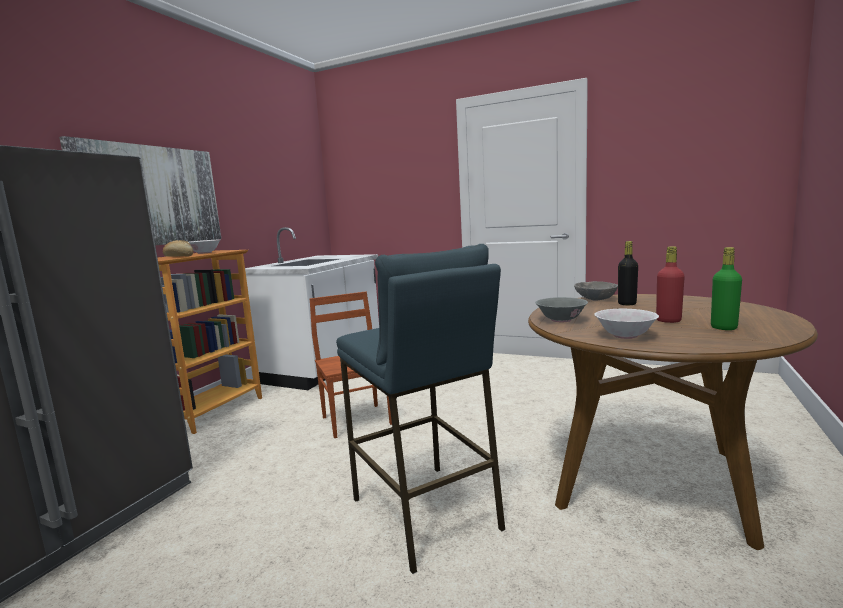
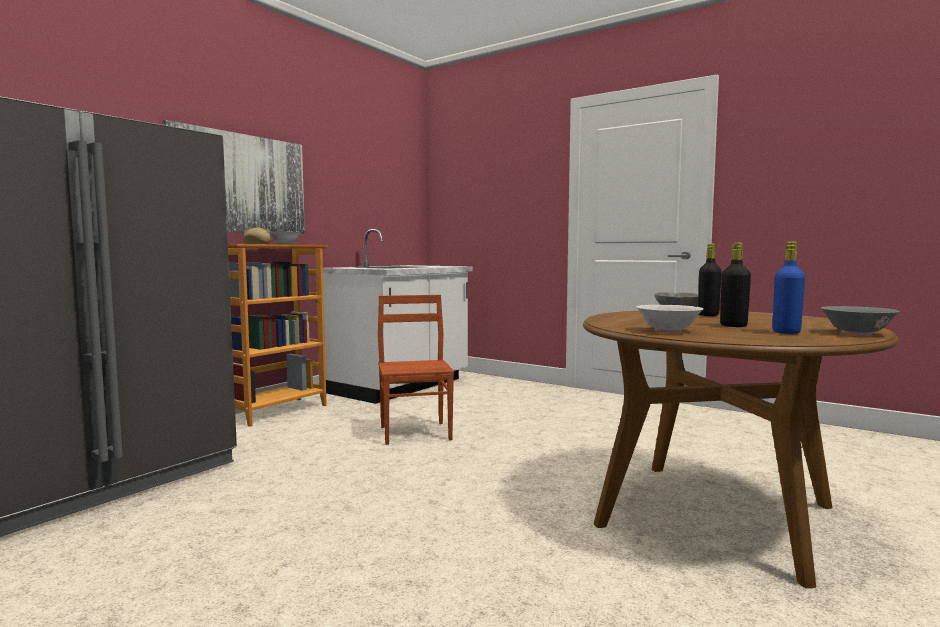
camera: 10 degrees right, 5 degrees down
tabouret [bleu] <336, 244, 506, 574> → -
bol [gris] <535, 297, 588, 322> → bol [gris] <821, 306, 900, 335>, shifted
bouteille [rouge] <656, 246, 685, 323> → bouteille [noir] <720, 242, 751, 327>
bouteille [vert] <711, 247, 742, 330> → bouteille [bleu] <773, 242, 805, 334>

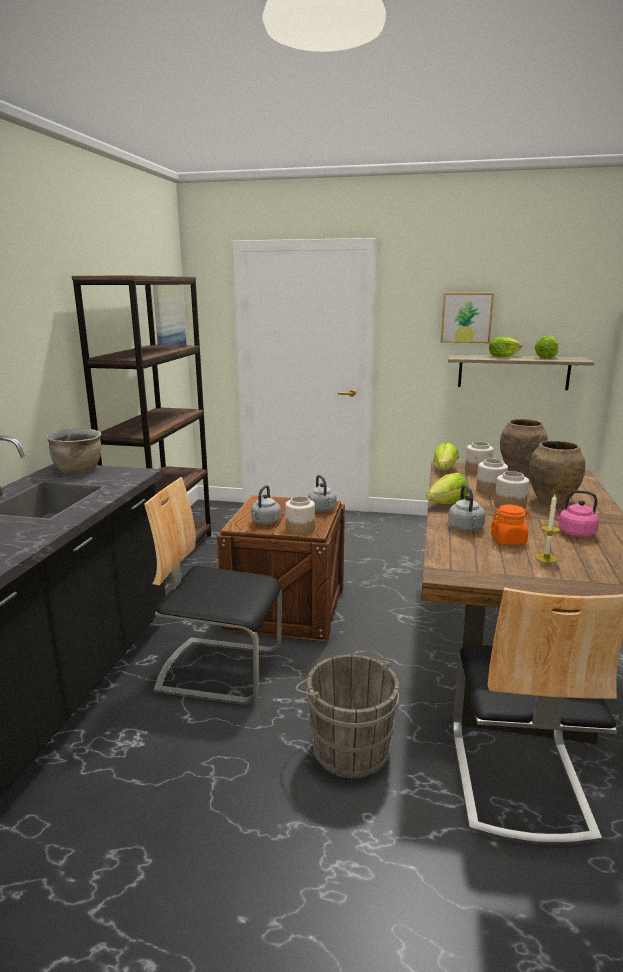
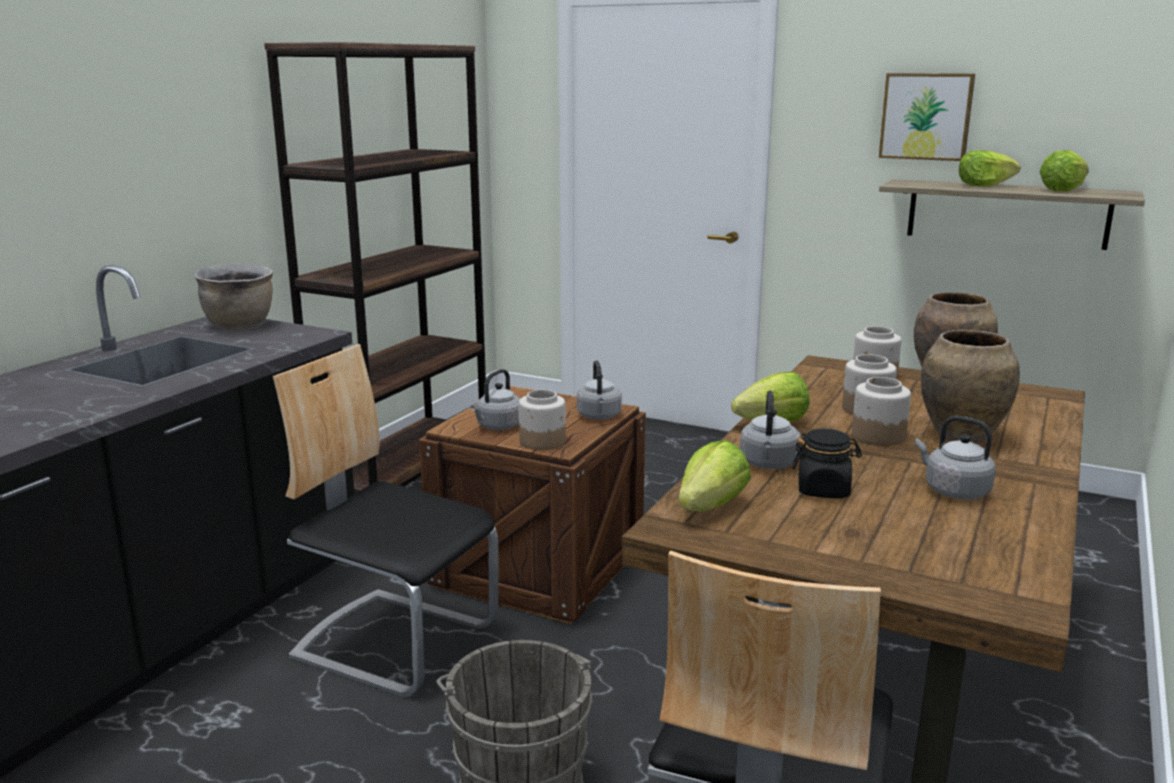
camera: 15 degrees right, 0 degrees up
tableau <153, 285, 187, 345> → -
bougie <535, 494, 560, 563> → -
laitue <433, 442, 459, 470> → laitue <679, 440, 751, 511>, shifted
bocal [orange] <490, 504, 531, 545> → bocal [noir] <792, 429, 862, 498>
bouilloire [rose] <550, 490, 599, 537> → bouilloire [gris] <915, 416, 996, 499>

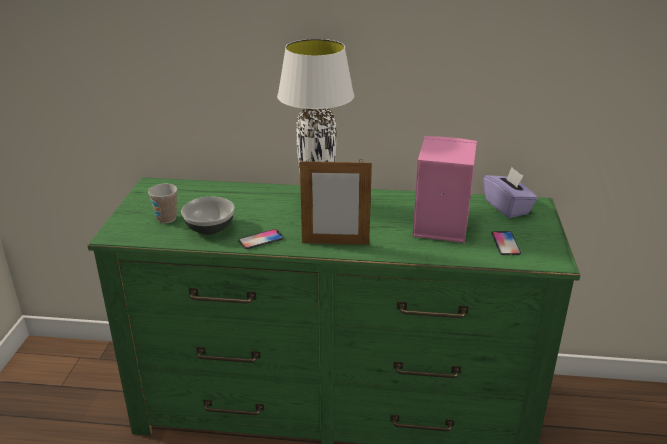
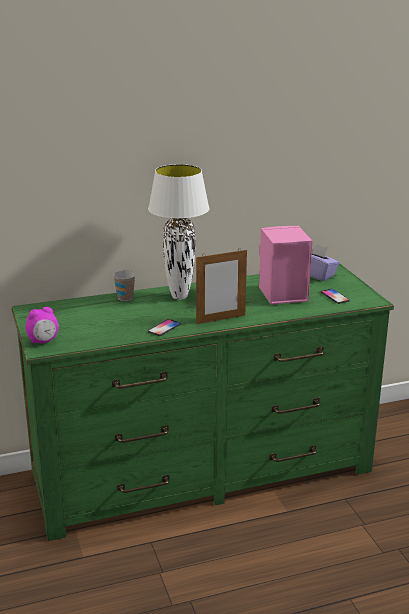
camera: 25 degrees left, 5 degrees down
bol <181, 197, 235, 235> → -
- → réveil <26, 307, 58, 344>
tasse <148, 184, 177, 223> → tasse <113, 270, 136, 301>, shifted

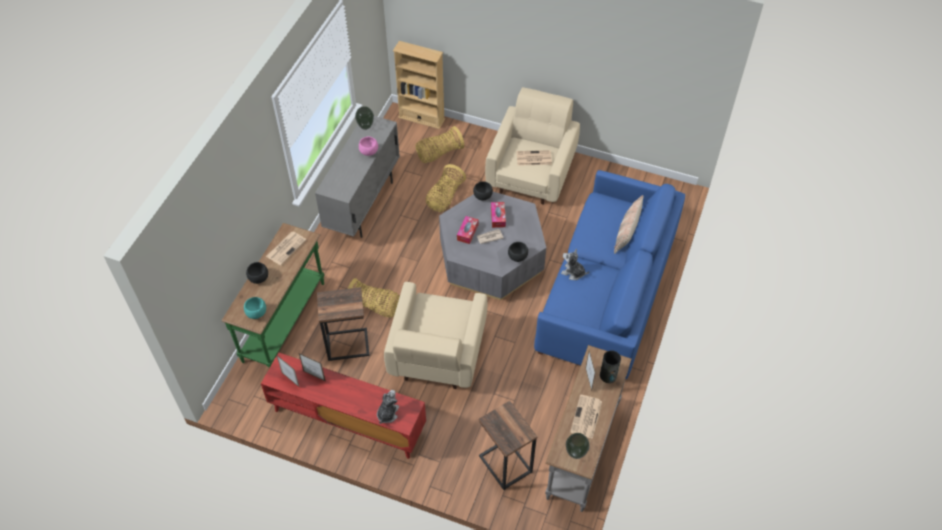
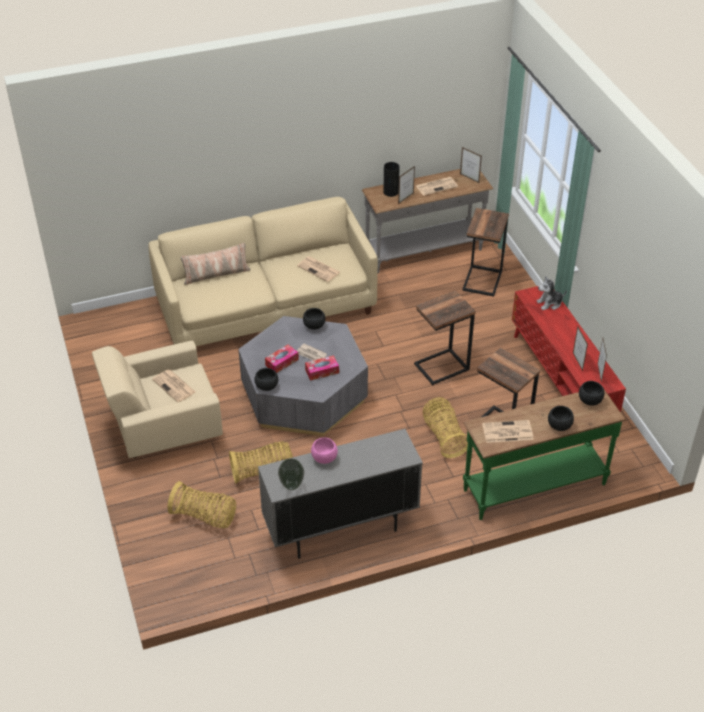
camera: 130 degrees left, 10 degrees down
bibliothèque [beige] <393, 41, 445, 129> → -
peluche <561, 249, 589, 280> → -
- → journal <297, 256, 340, 282>
fauteuil [beige] <384, 282, 487, 389> → table d'appoint <414, 291, 476, 385>
vase <566, 433, 590, 459> → cadre photo <460, 147, 482, 183>
bol [turquoise] <244, 297, 266, 319> → bol [noir] <579, 381, 605, 406>
canapé [bleu] <534, 170, 685, 379> → canapé [beige] <148, 197, 378, 346>

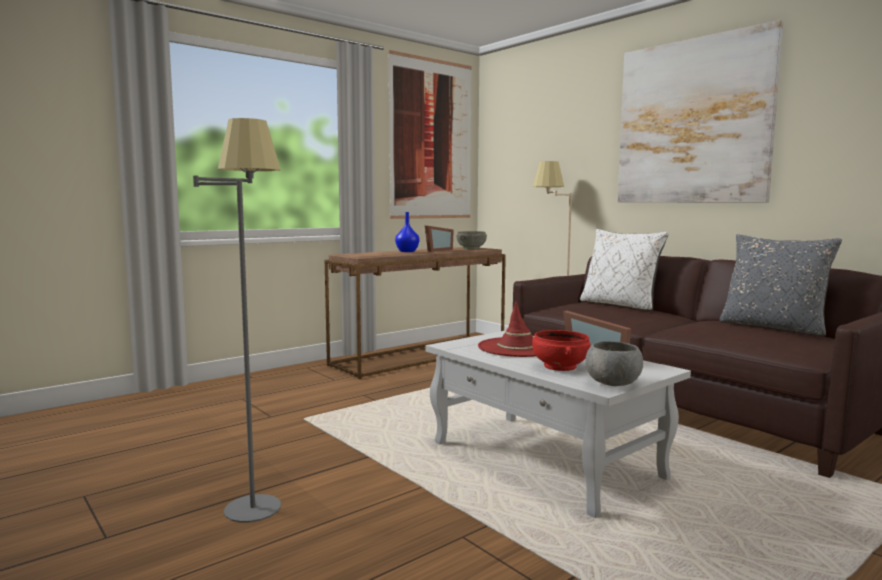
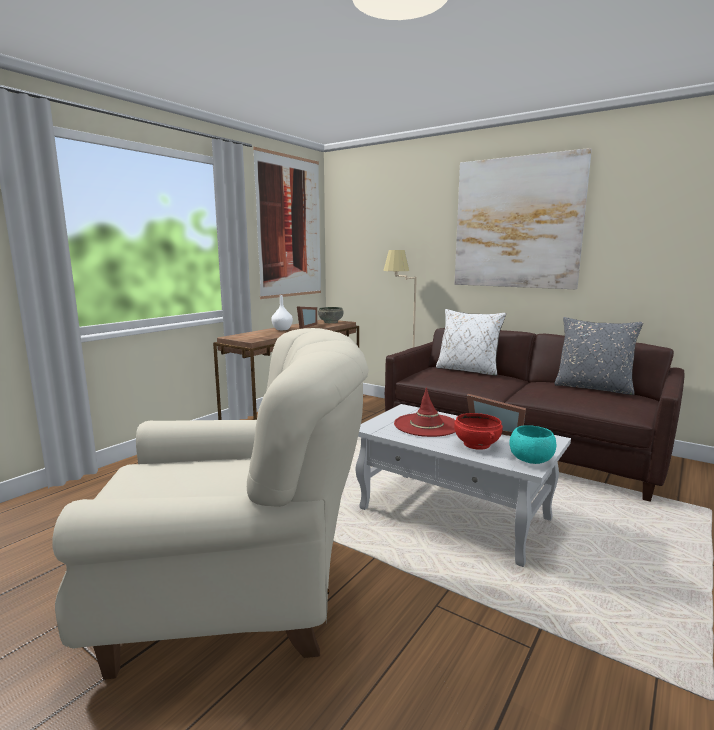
camera: 15 degrees left, 5 degrees up
lampadaire [gris] <193, 118, 281, 522> → fauteuil [beige] <52, 328, 369, 680>
vase [bleu] <395, 212, 419, 252> → vase [blanc] <271, 295, 293, 330>
bol [gris] <585, 341, 643, 386> → bol [turquoise] <509, 425, 556, 464>

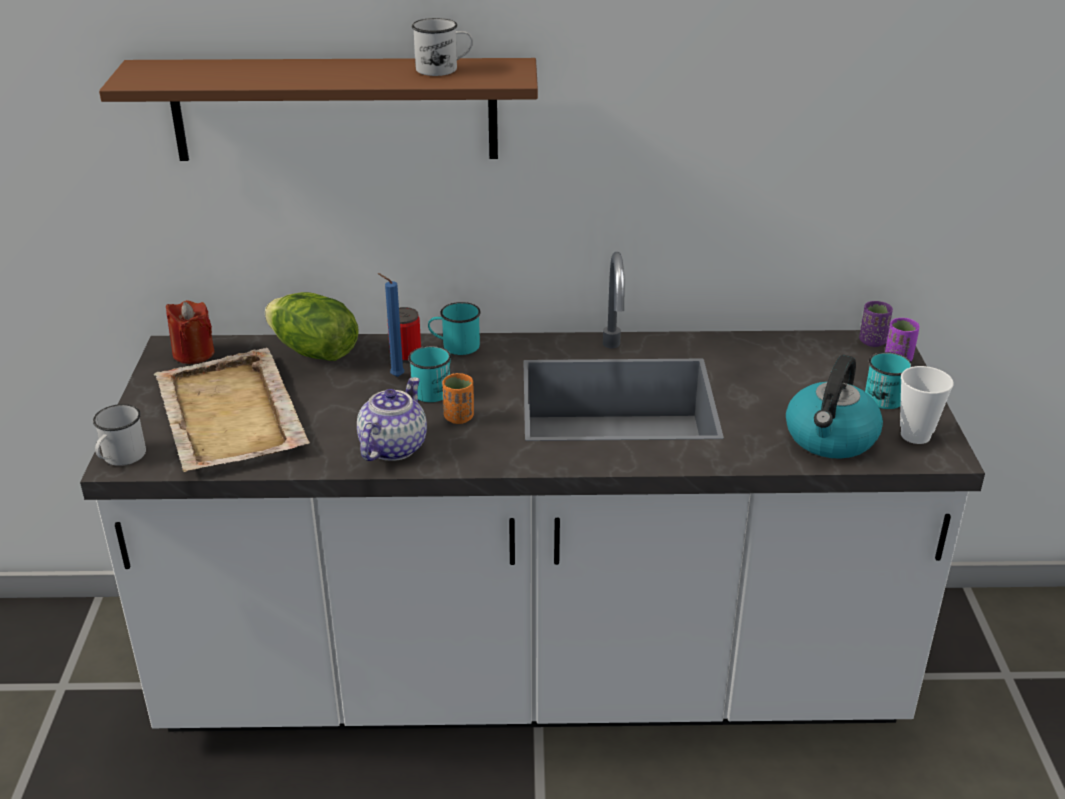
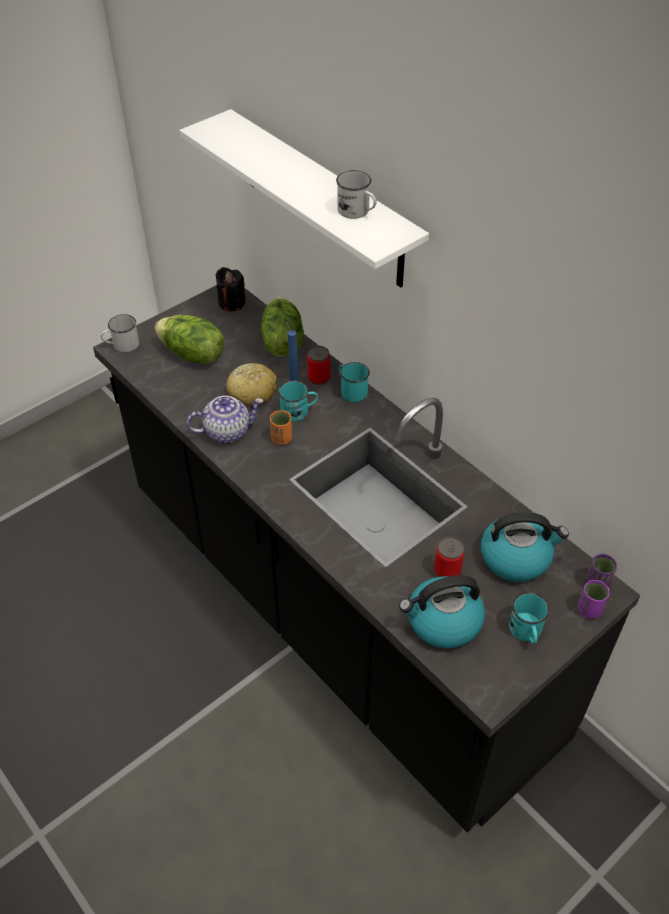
camera: 50 degrees right, 15 degrees up
tasse <900, 366, 954, 444> → -
- → pain <226, 363, 277, 406>
- → boîte métallique <434, 537, 464, 577>
- → bouilloire <481, 512, 569, 582>
plateau [beige] <153, 348, 310, 472> → laitue <155, 315, 224, 364>
comptoir de cuisine [blanc] <80, 252, 985, 732> → comptoir de cuisine [noir] <93, 285, 640, 833>
étagère [marron] <99, 58, 538, 161> → étagère [blanc] <180, 109, 429, 287>
bougie [rouge] <166, 300, 214, 364> → bougie [noir] <216, 267, 246, 312>

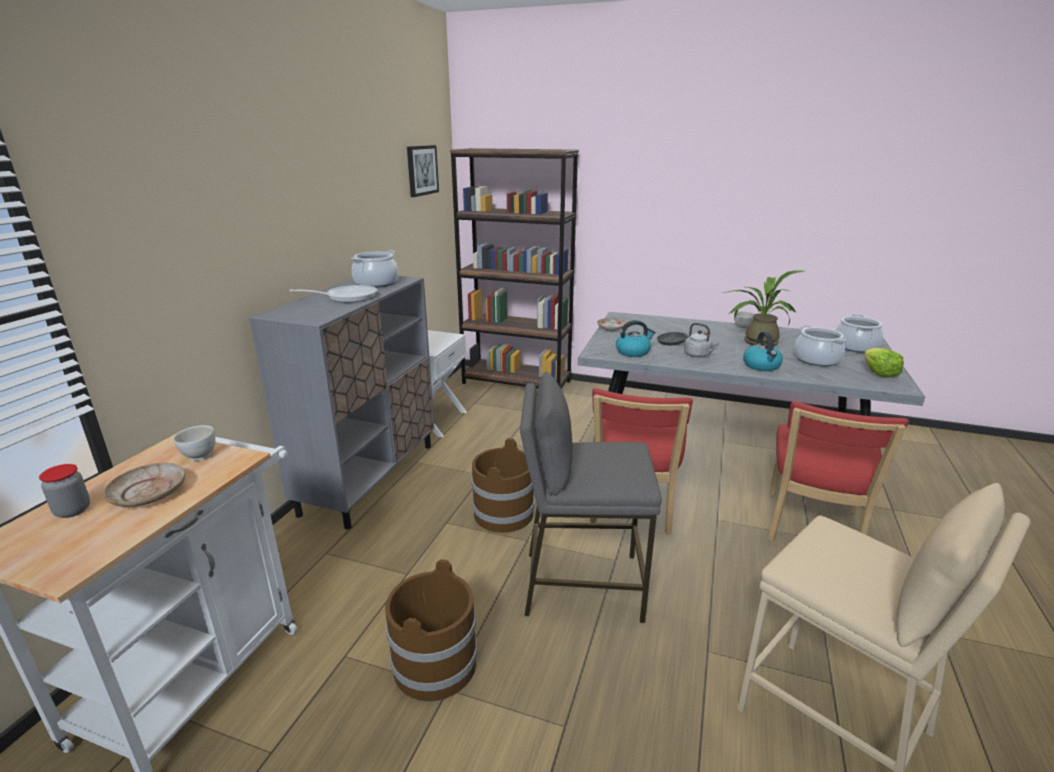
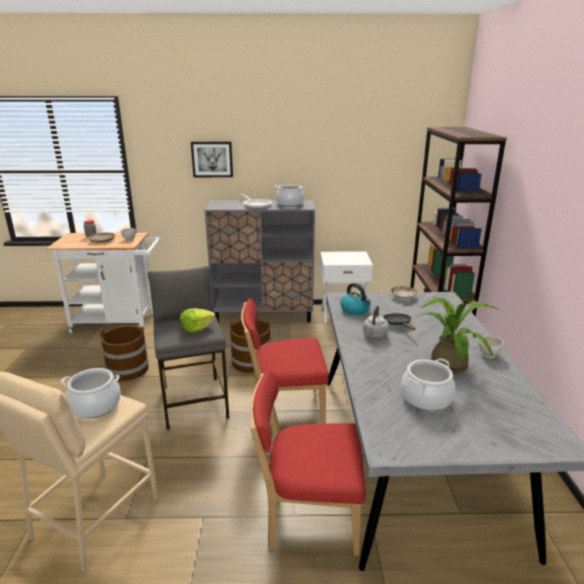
camera: 70 degrees right, 0 degrees up
bouilloire <743, 332, 783, 371> → -
tableau <407, 145, 439, 197> → tableau <191, 142, 233, 177>, shifted
marmite <835, 314, 883, 353> → marmite <61, 368, 121, 419>, shifted
laitue <864, 348, 904, 377> → laitue <180, 308, 215, 333>, shifted

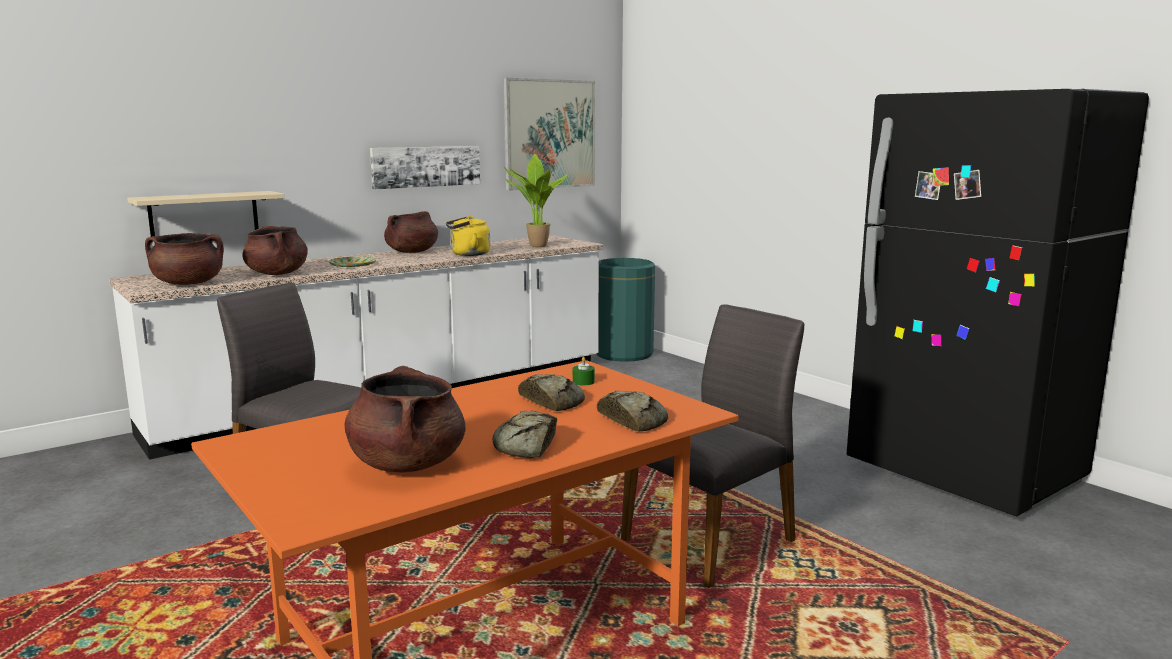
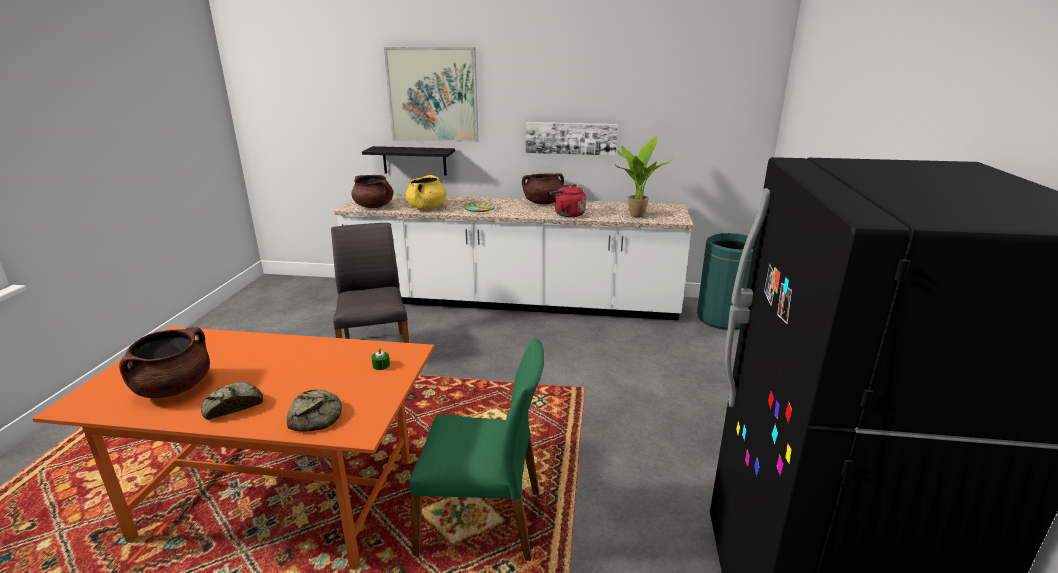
camera: 45 degrees right, 10 degrees up
pain <518, 374, 585, 411> → -
tableau <503, 78, 595, 191> → tableau <384, 47, 479, 143>, shifted
étagère [beige] <127, 191, 285, 237> → étagère [noir] <362, 146, 455, 175>
marmite [marron] <242, 226, 308, 275> → marmite [jaune] <406, 175, 446, 210>
bouilloire [jaune] <446, 216, 490, 256> → bouilloire [rouge] <550, 184, 586, 217>
chaise [gris] <621, 304, 804, 588> → chaise [vert] <409, 338, 544, 561>

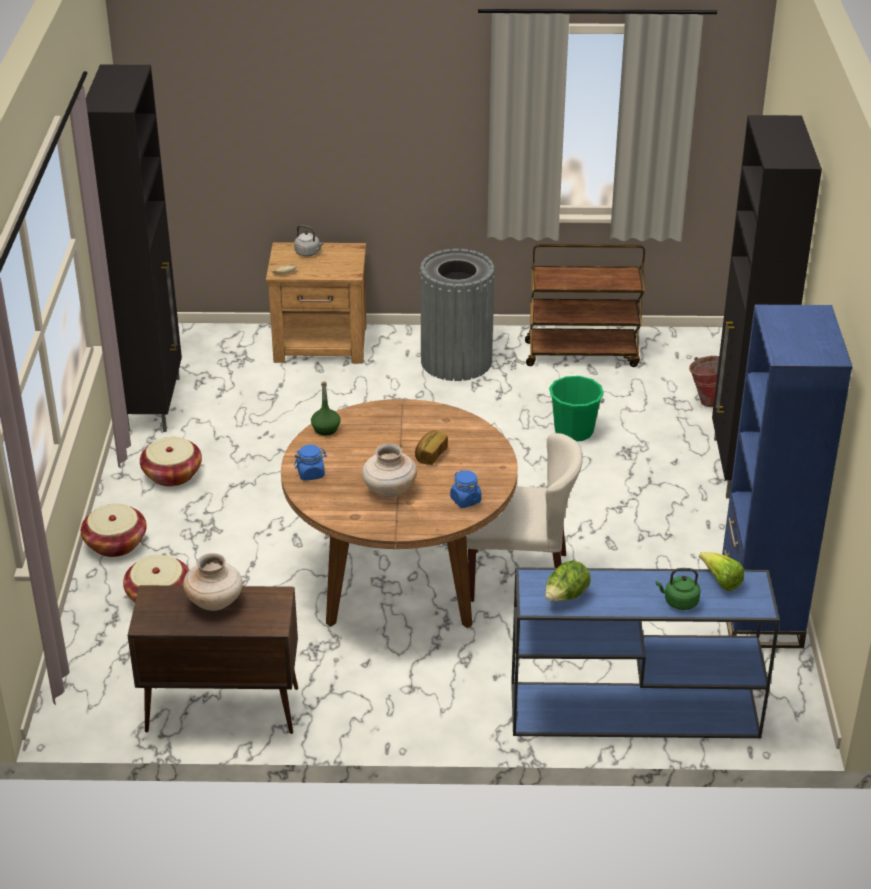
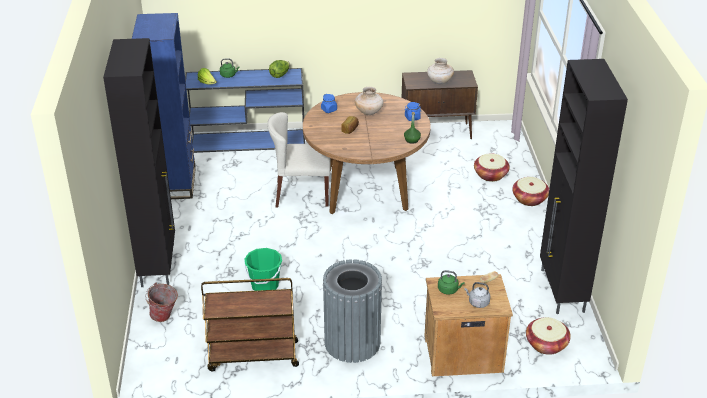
camera: 175 degrees right, 0 degrees up
- → bouilloire [vert] <438, 270, 465, 294>
panier <140, 437, 202, 486> → panier <526, 317, 571, 355>, shifted

